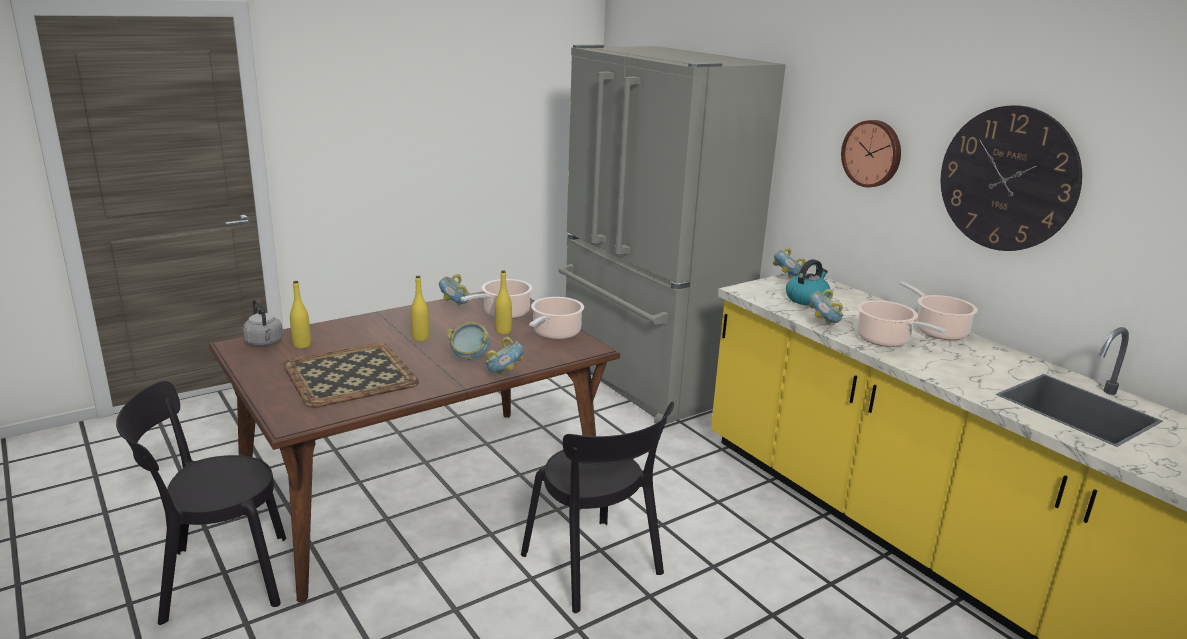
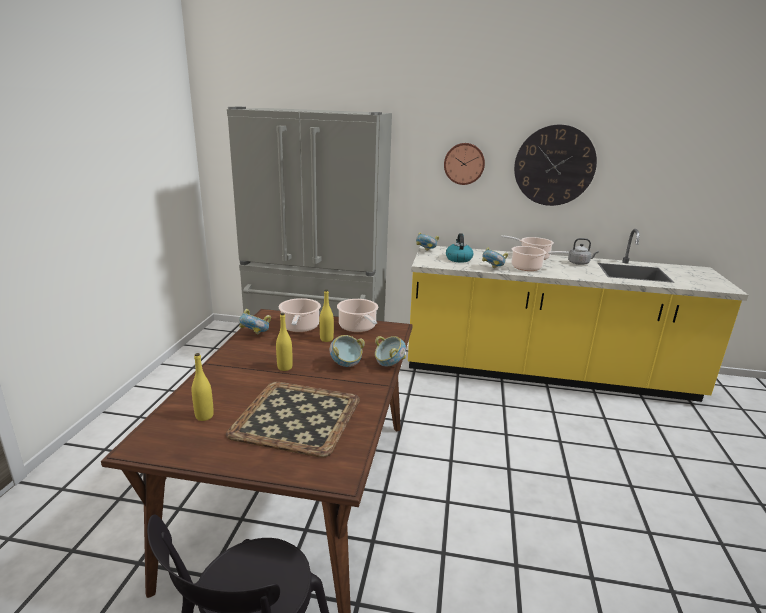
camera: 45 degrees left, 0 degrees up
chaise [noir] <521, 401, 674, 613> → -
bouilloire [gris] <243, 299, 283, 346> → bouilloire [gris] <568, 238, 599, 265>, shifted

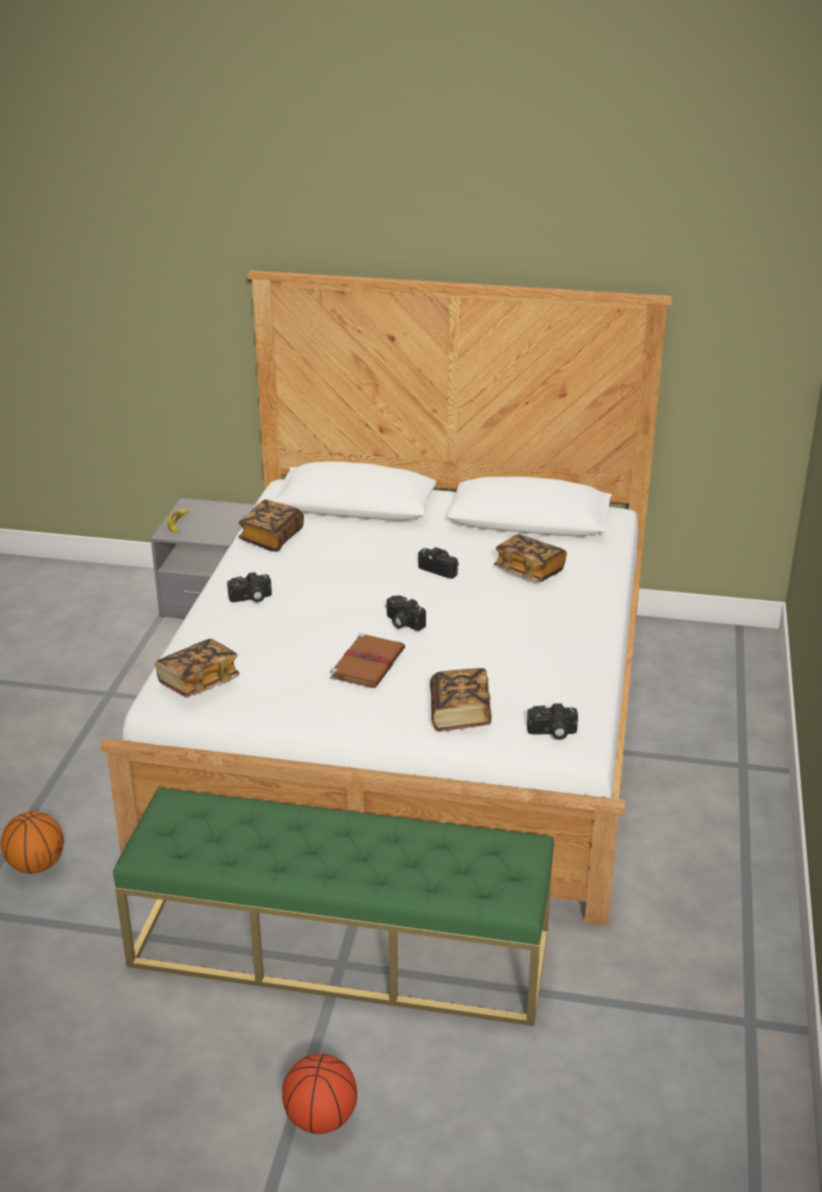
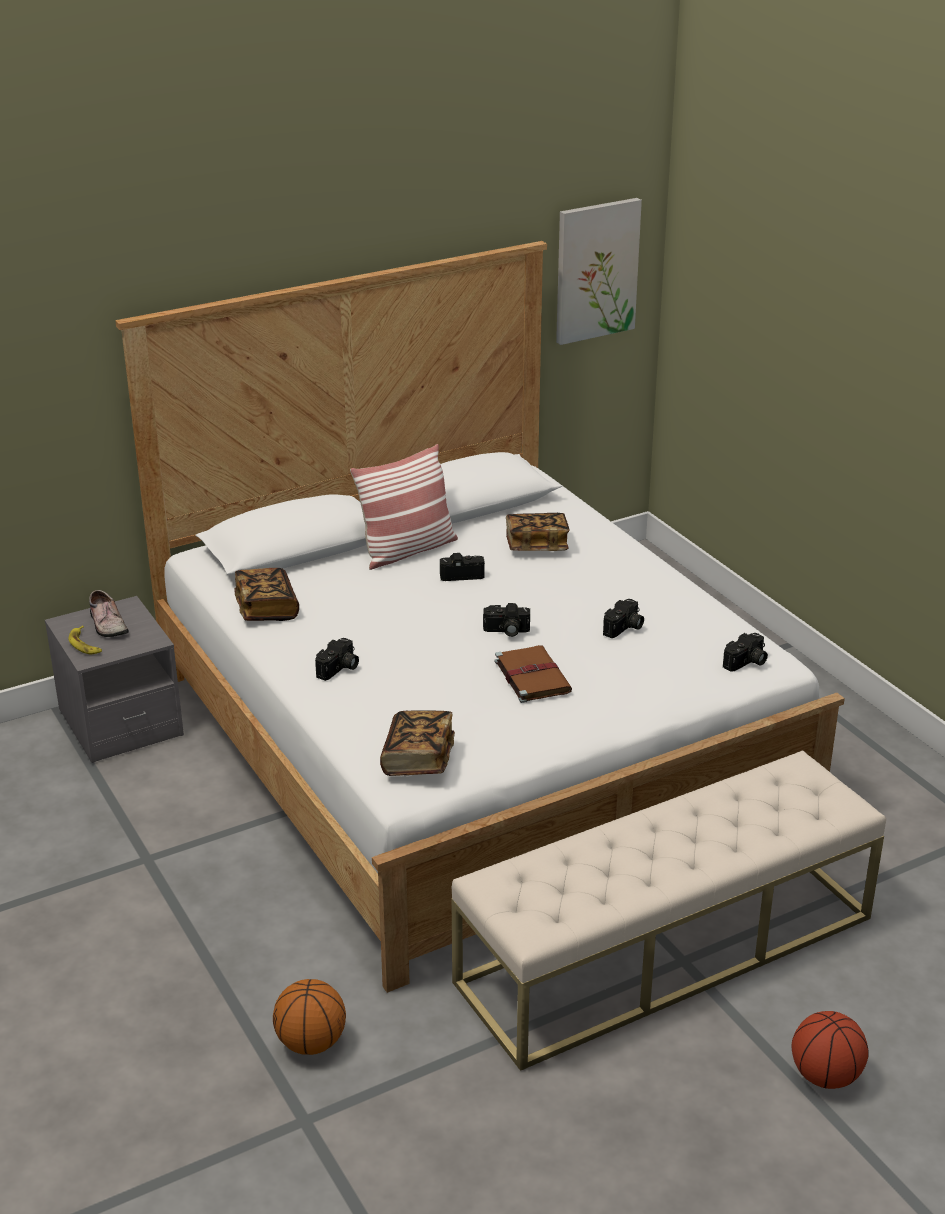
camera: 40 degrees left, 0 degrees up
livre <430, 668, 492, 732> → -
- → chaussure <89, 590, 129, 637>
- → coussin <350, 444, 458, 570>
- → tableau <556, 198, 642, 345>
- → appareil photo <603, 599, 644, 638>
banc [vert] <113, 788, 554, 1026> → banc [beige] <451, 750, 886, 1071>

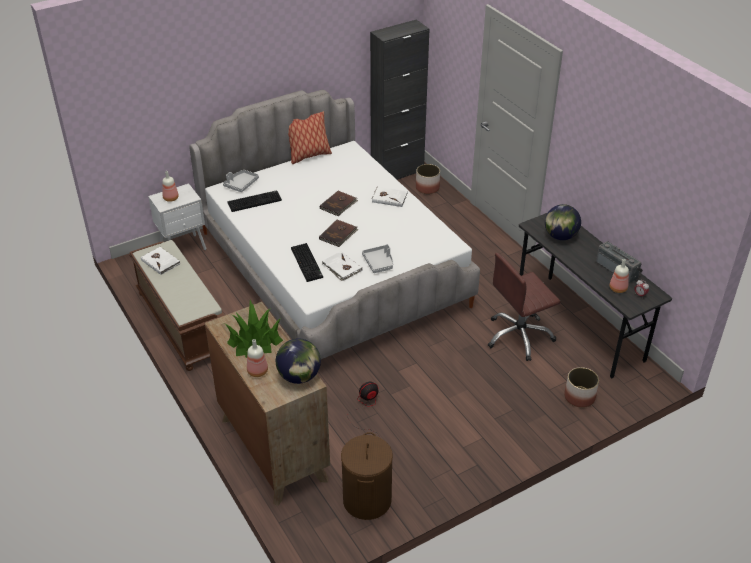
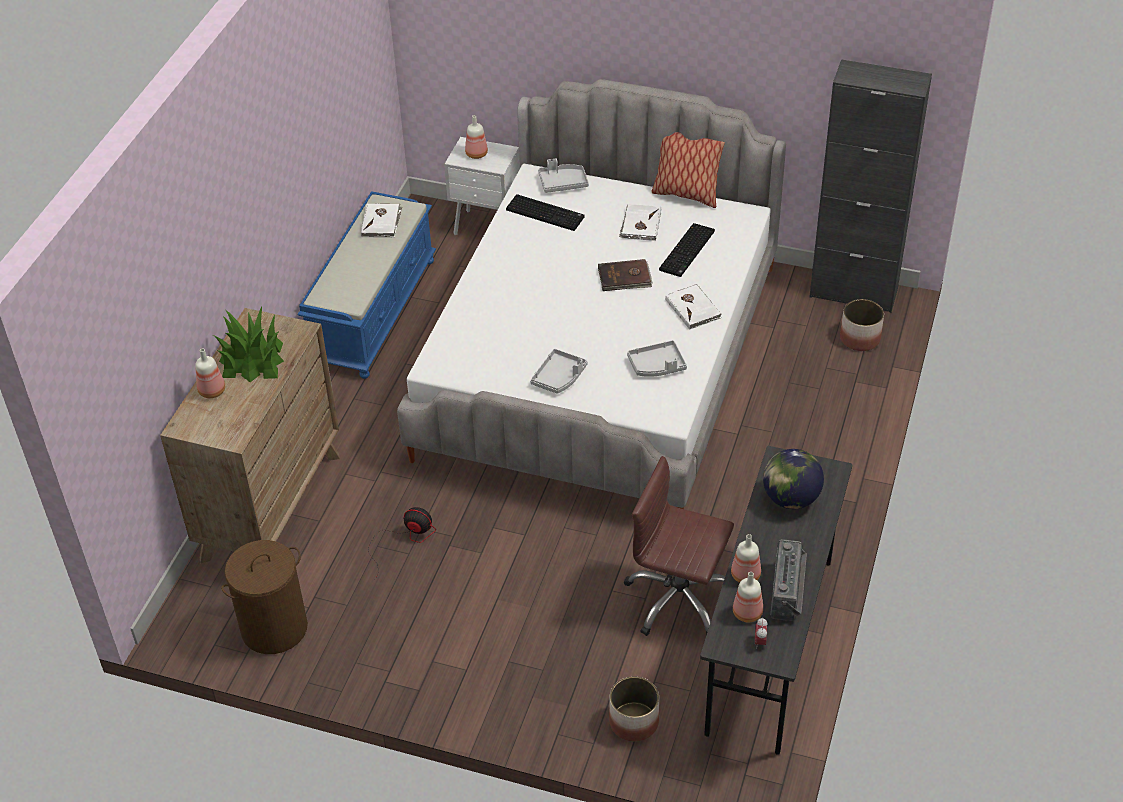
camera: 50 degrees right, 5 degrees up
globe <276, 338, 321, 384> → -
livre [marron] <319, 220, 358, 247> → -
- → plateau [gris] <627, 340, 687, 377>
- → bouteille <731, 534, 761, 583>
clavier <291, 243, 323, 282> → clavier <659, 223, 715, 277>, shifted
livre [blanc] <322, 251, 363, 281> → livre [blanc] <619, 204, 661, 241>, shifted
banc [marron] <129, 240, 225, 371> → banc [bleu] <298, 191, 436, 379>

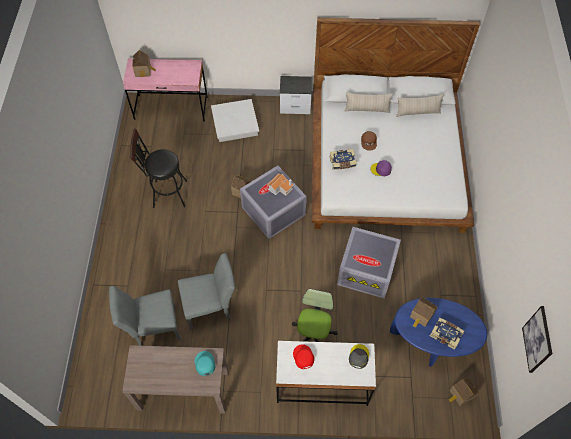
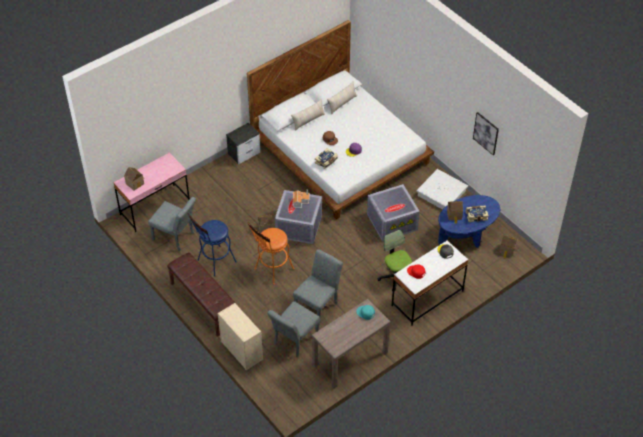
camera: 40 degrees left, 10 degrees down
- → chaise [gris] <148, 197, 196, 251>
- → banc [marron] <167, 253, 237, 336>
- → commode [beige] <218, 303, 263, 370>
- → tabouret [orange] <247, 222, 294, 285>
boîte de rangement [blanc] <211, 99, 259, 142> → boîte de rangement [blanc] <416, 169, 468, 210>, shifted
tableau <522, 306, 552, 373> → tableau <473, 112, 499, 156>, shifted
tabouret [noir] <130, 128, 187, 208> → tabouret [bleu] <187, 213, 237, 277>

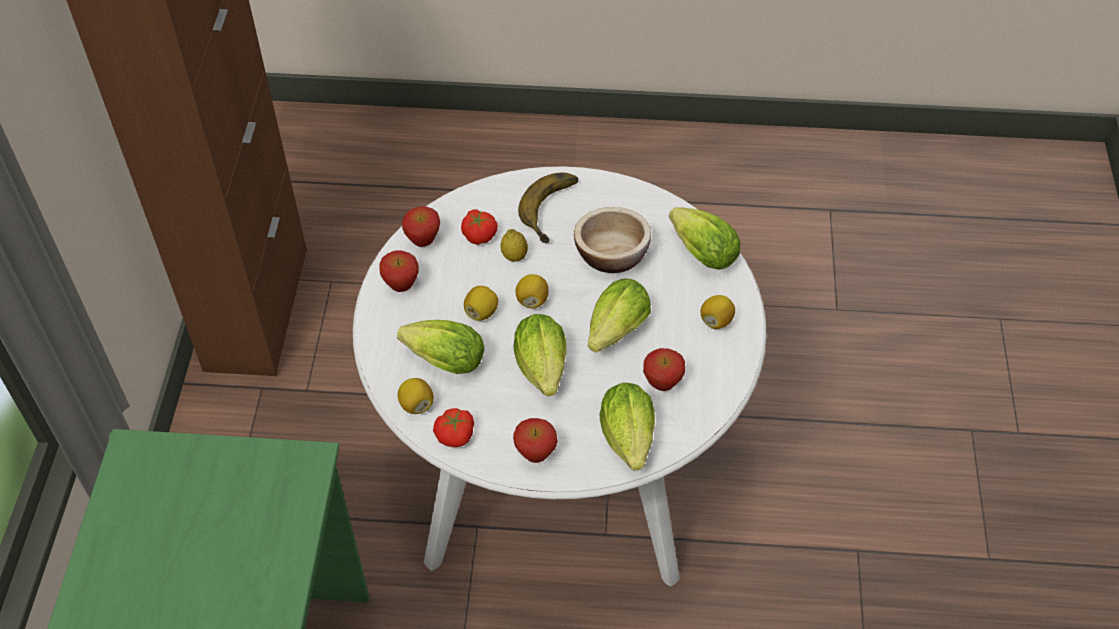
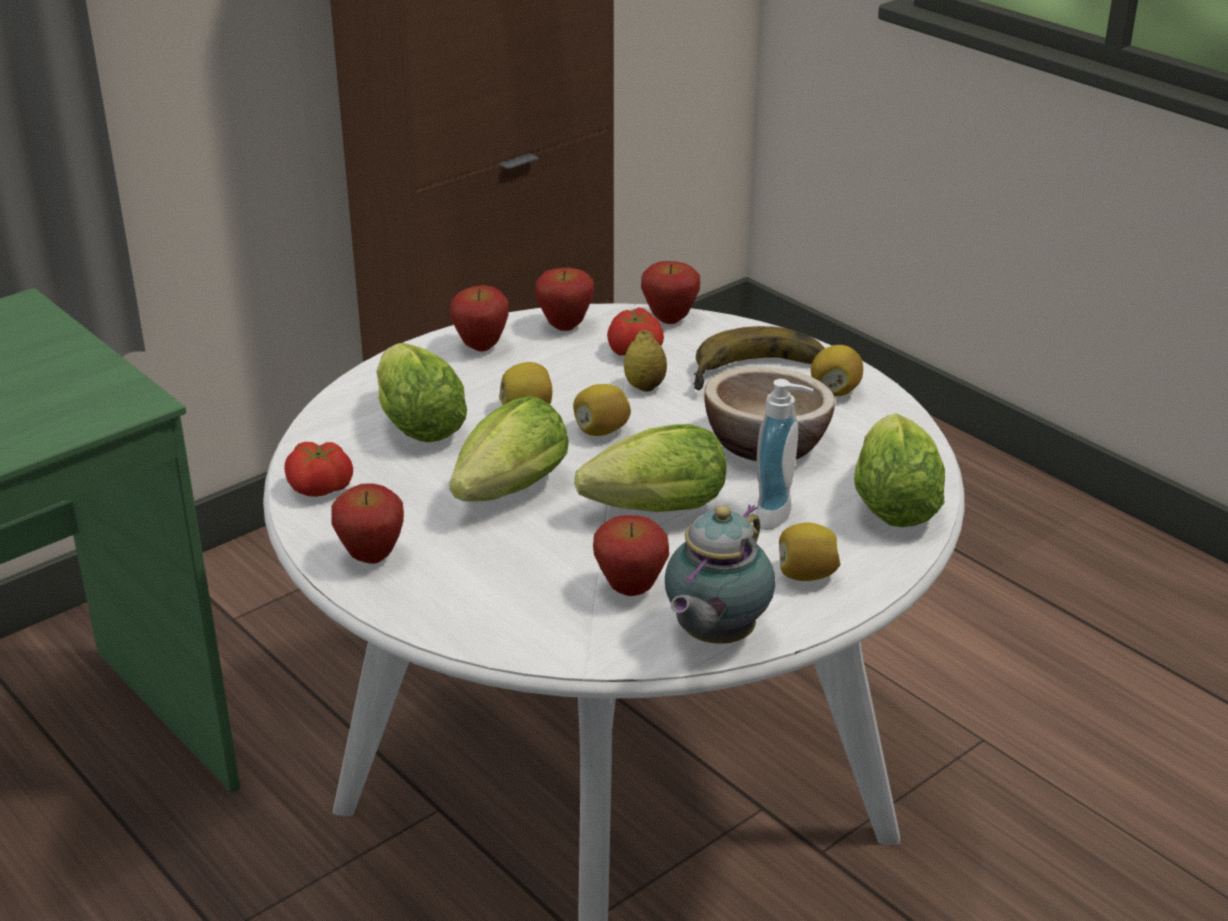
camera: 45 degrees right, 20 degrees down
laitue <599, 383, 655, 470> → -
- → pomme <641, 261, 700, 324>
- → théière <665, 504, 776, 644>
- → distributeur de savon <756, 379, 814, 530>
citron <398, 378, 434, 414> → citron <811, 345, 863, 396>, shifted

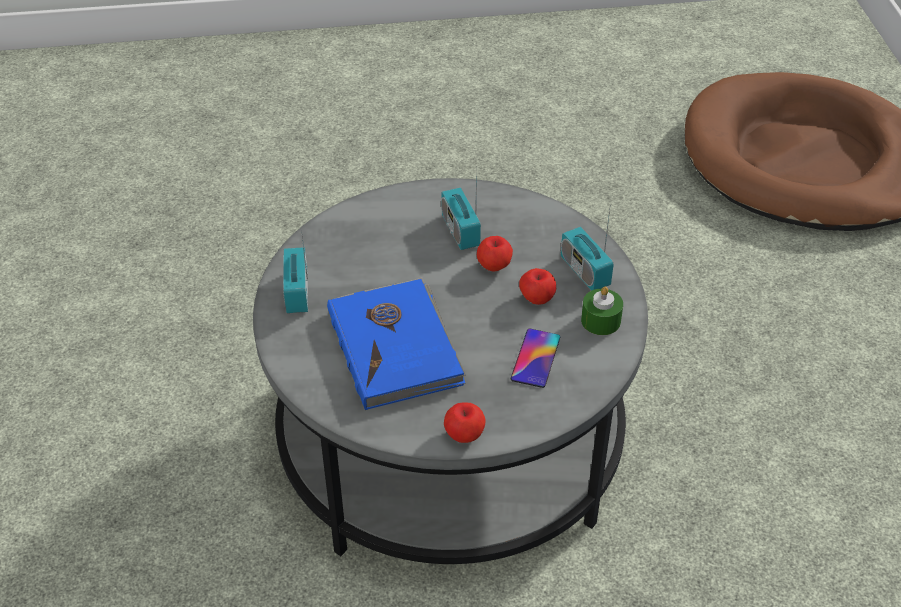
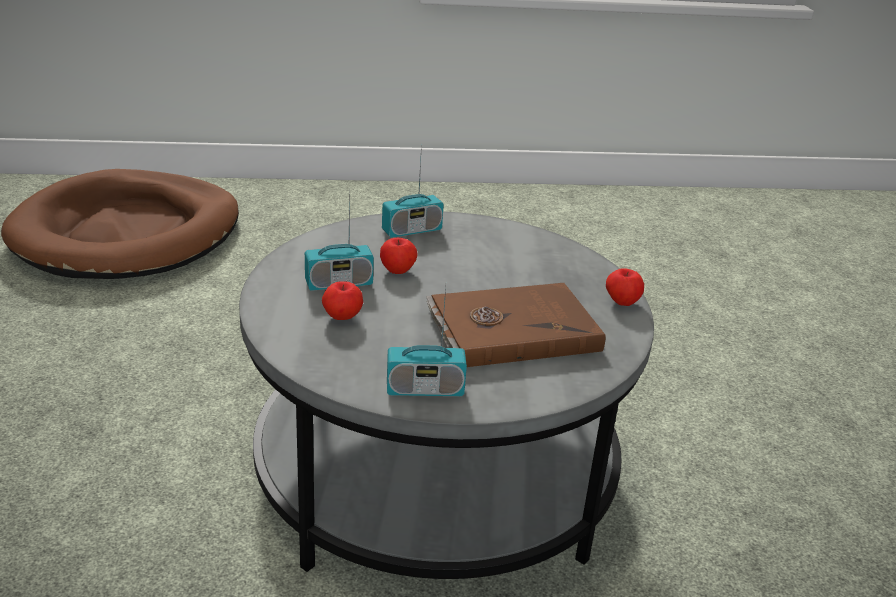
camera: 90 degrees left, 15 degrees down
téléphone <511, 329, 560, 388> → -
bougie [vert] <581, 286, 623, 335> → -
pomme <519, 268, 556, 305> → pomme <322, 281, 363, 320>, shifted
livre [bleu] <327, 277, 466, 410> → livre [marron] <426, 283, 606, 367>

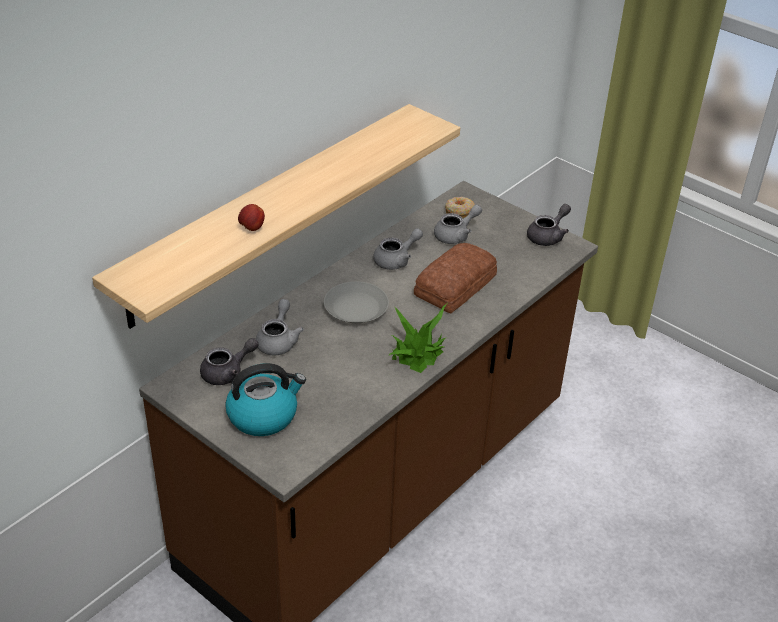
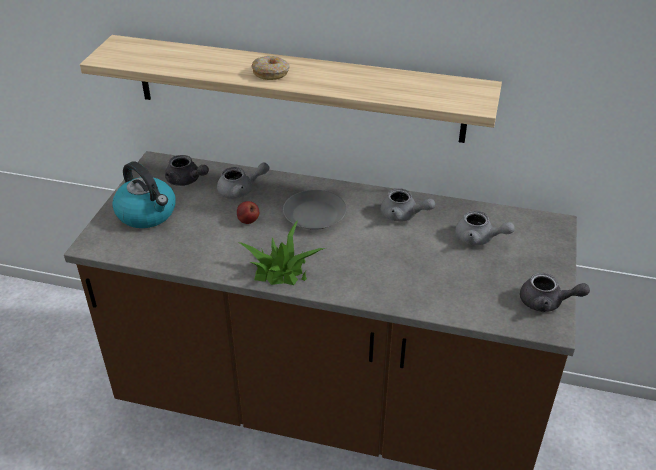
camera: 65 degrees right, 0 degrees up
pain <414, 243, 497, 313> → -
pomme <238, 204, 265, 231> → pomme <237, 201, 259, 224>, shifted
beignet <445, 197, 475, 218> → beignet <251, 56, 289, 80>, shifted

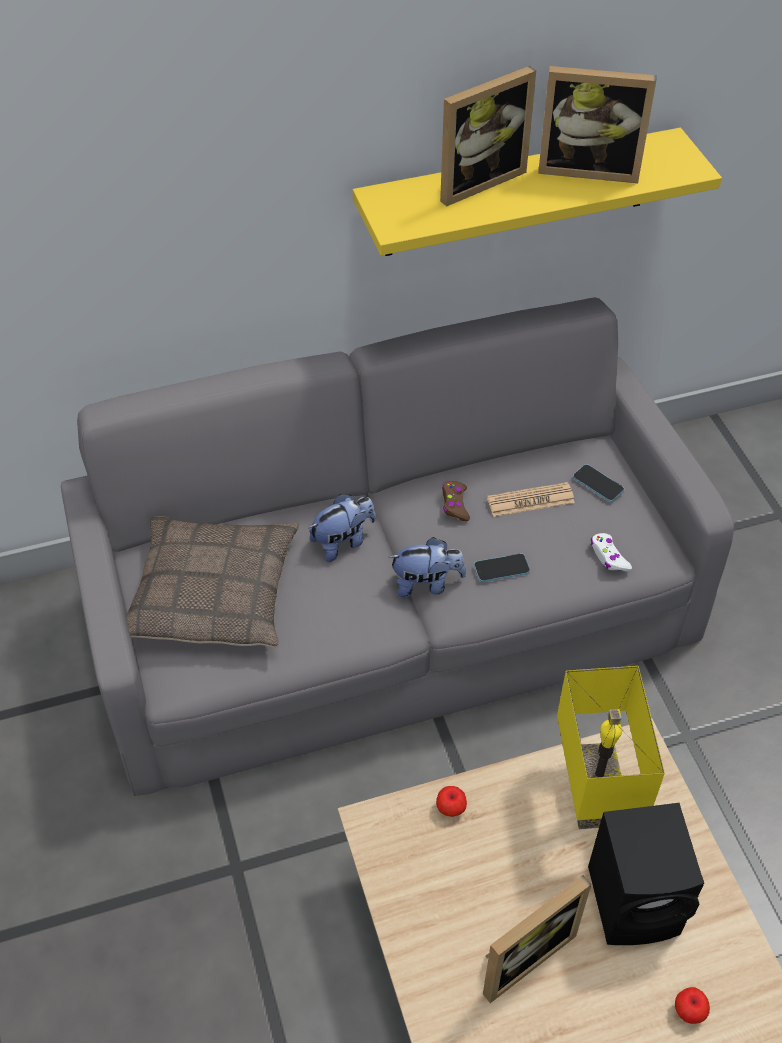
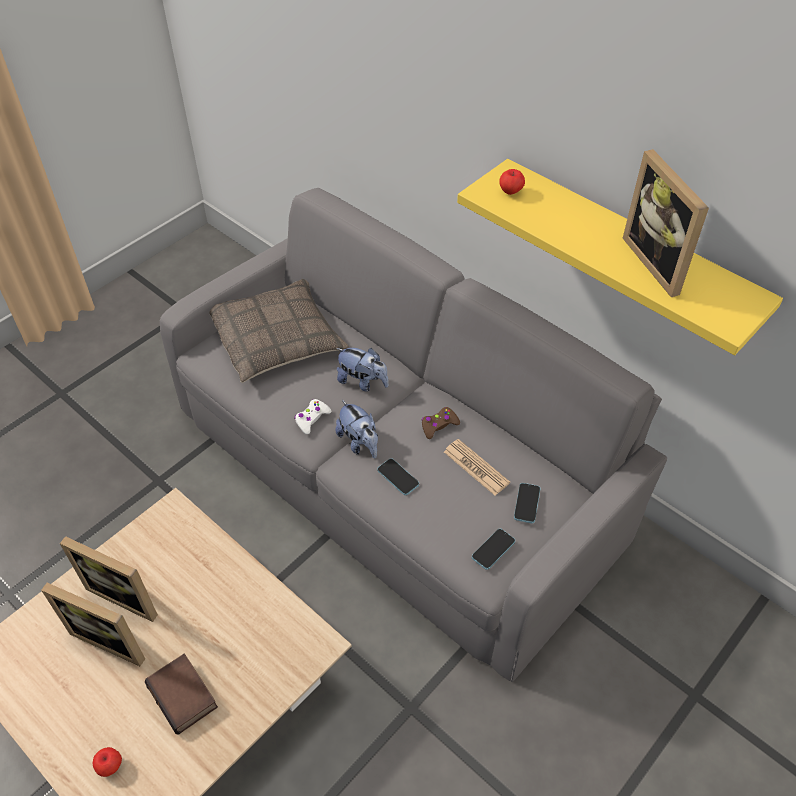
camera: 60 degrees right, 0 degrees up
lampe de table [jaune] <557, 666, 665, 829> → -
- → téléphone <472, 529, 515, 570>
pomme <436, 786, 467, 817> → pomme <499, 169, 525, 195>, shifted
cadre photo <440, 66, 536, 207> → cadre photo <60, 536, 158, 622>, shifted
manette [blanc] <591, 533, 632, 571> → manette [blanc] <294, 399, 332, 434>, shifted
enceinte [noir] <588, 803, 704, 945> → livre <145, 654, 218, 735>

